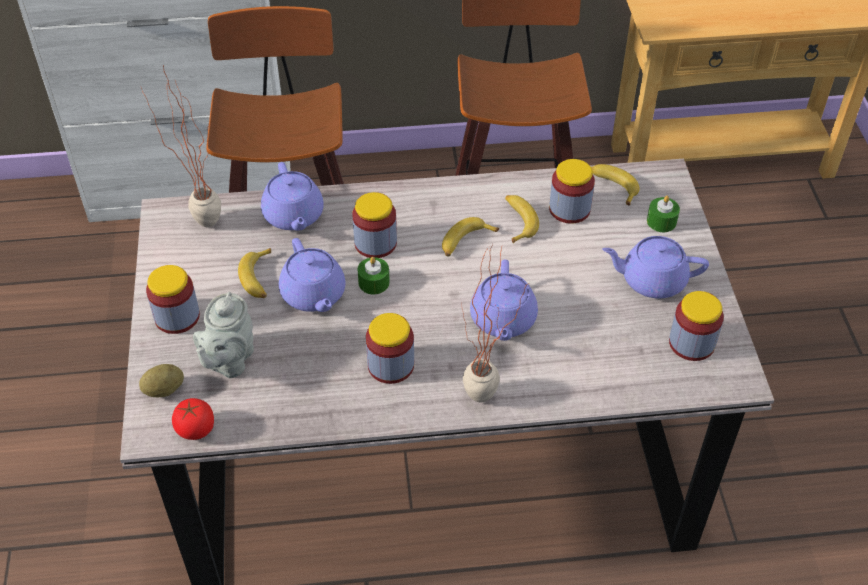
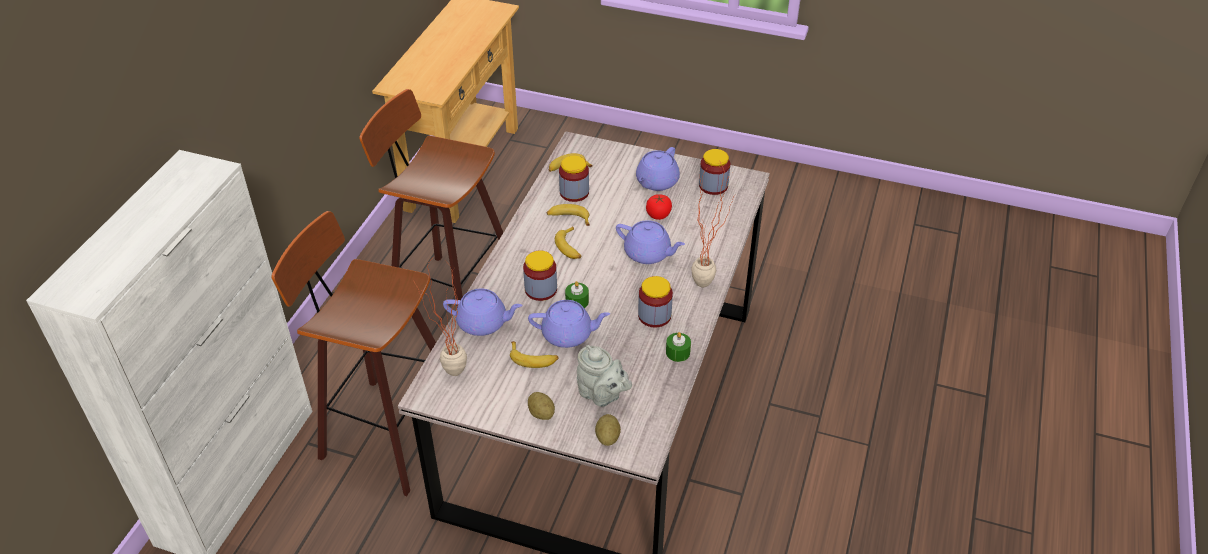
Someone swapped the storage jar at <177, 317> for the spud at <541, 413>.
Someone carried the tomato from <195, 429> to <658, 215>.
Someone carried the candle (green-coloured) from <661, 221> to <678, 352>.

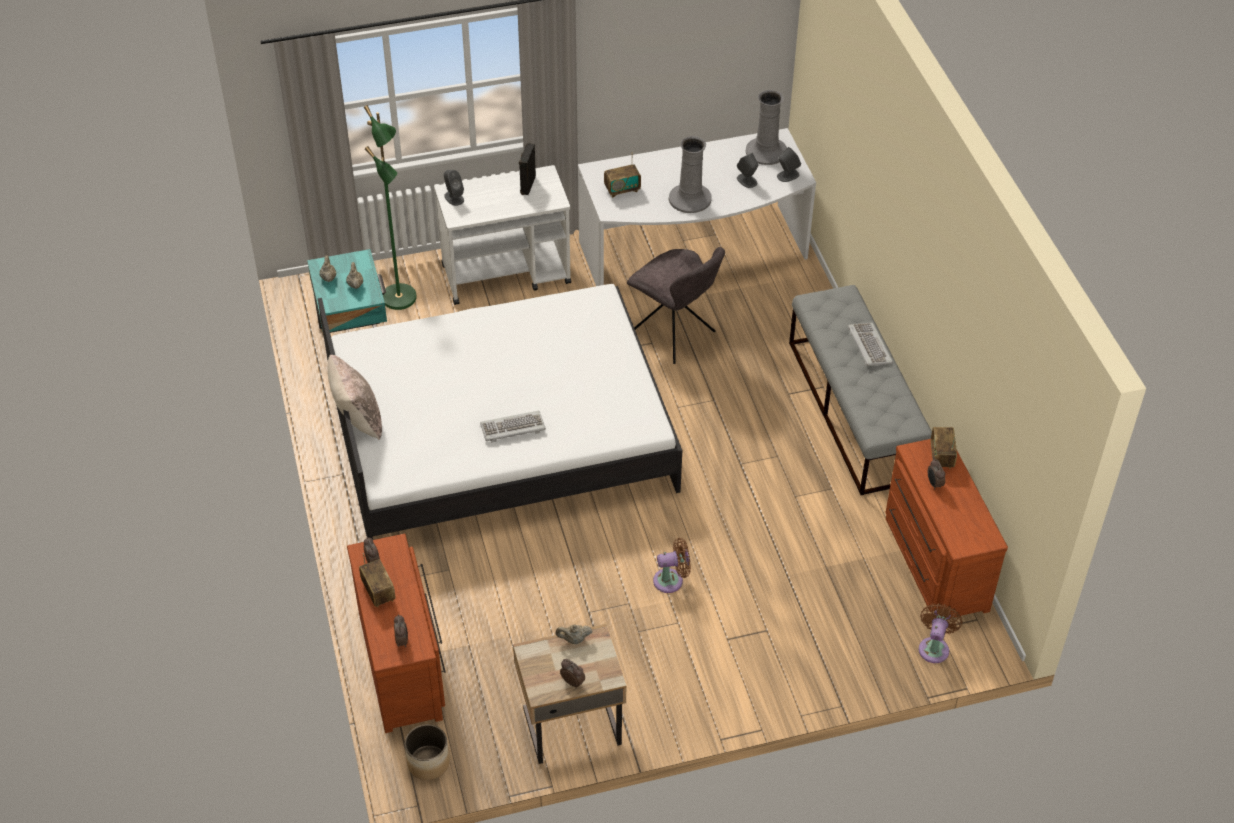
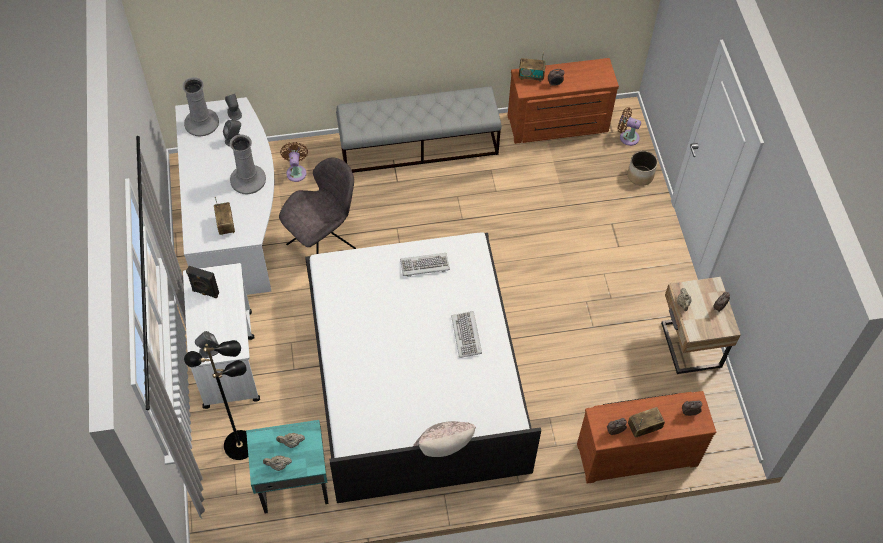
Someone repainted the standard lamp (green-coloured) at <400, 298>, which became the standard lamp (black-coloured) at <240, 444>.
Someone carried the flower pot from <428, 763> to <640, 176>.
Someone carried the cooling fan (brown-coloured) from <671, 580> to <296, 171>.
Someone carried the keyboard from <868, 346> to <424, 266>.

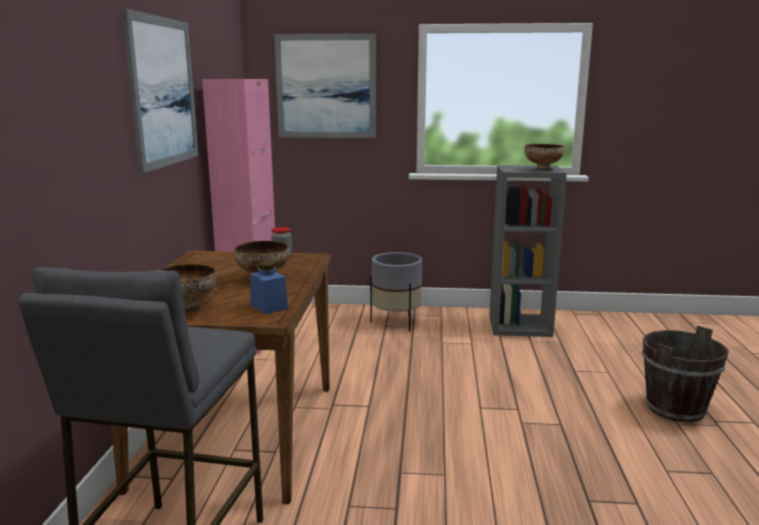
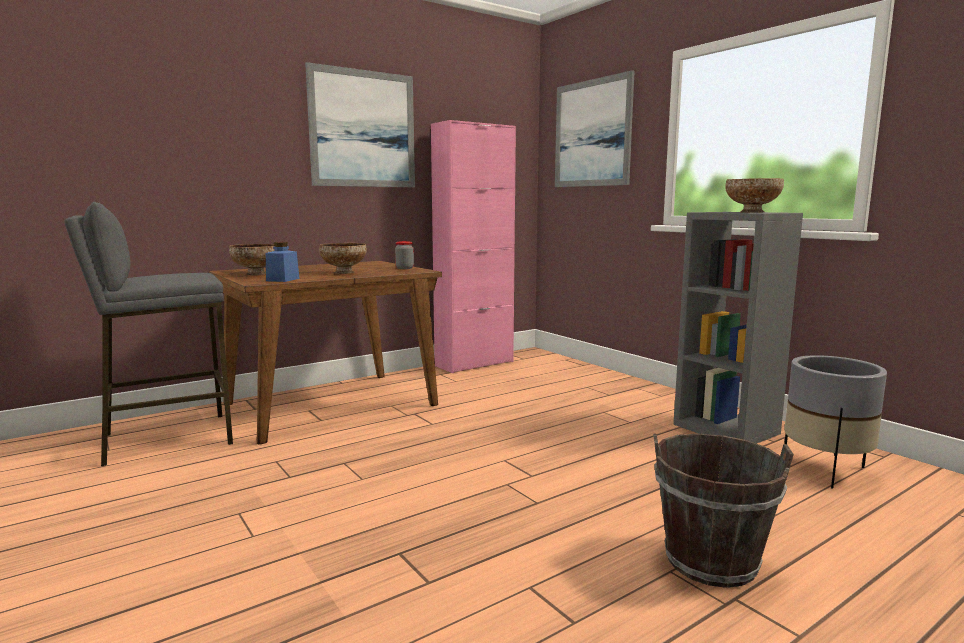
Someone carried the flower pot (greyish) from <396, 322> to <825, 470>.

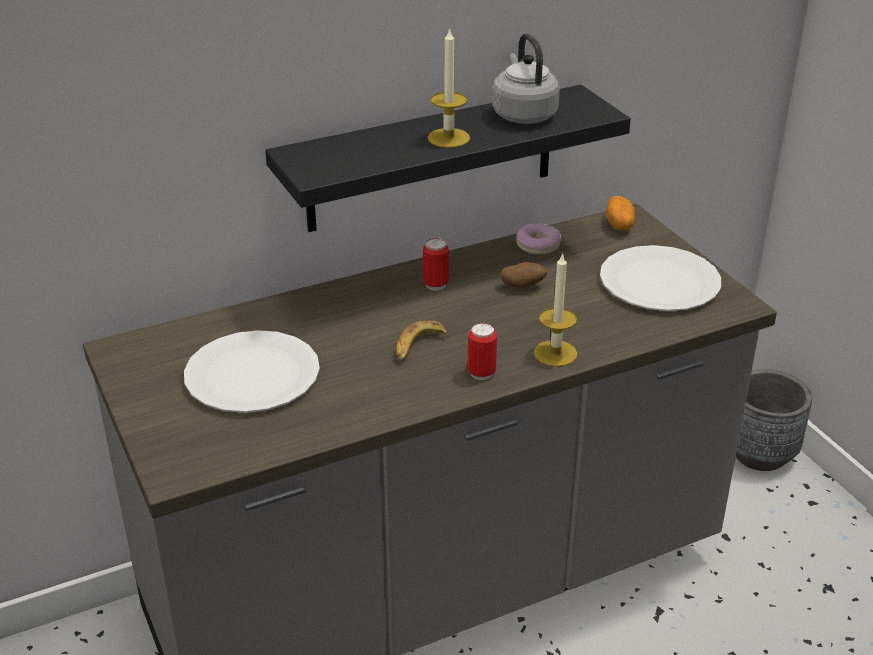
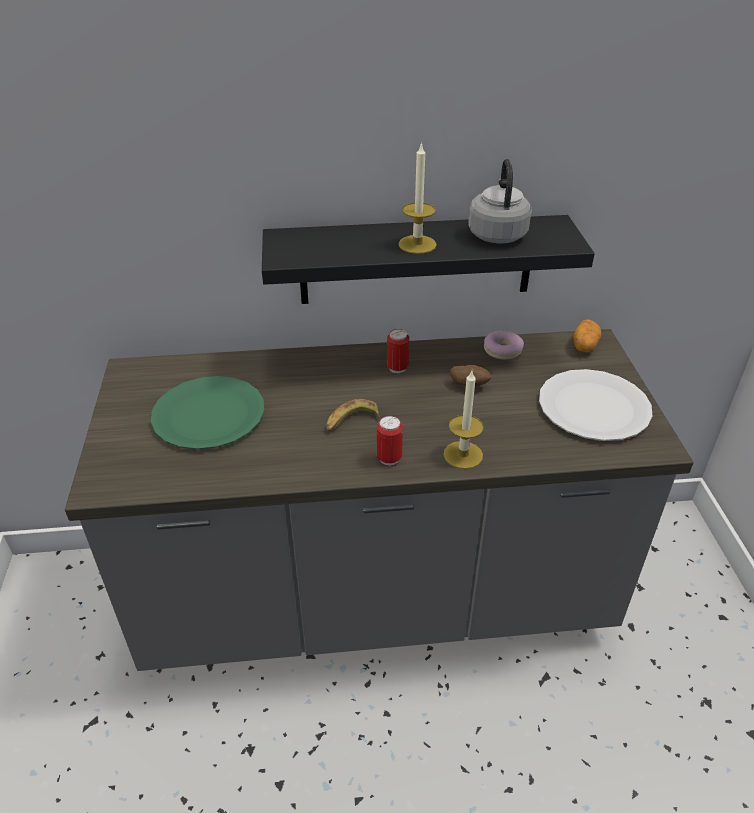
Someone repainted the flat dish (whitish) at <252, 375>, which became the flat dish (green-coloured) at <209, 414>.
Someone took away the flower pot (greyish) at <759, 454>.

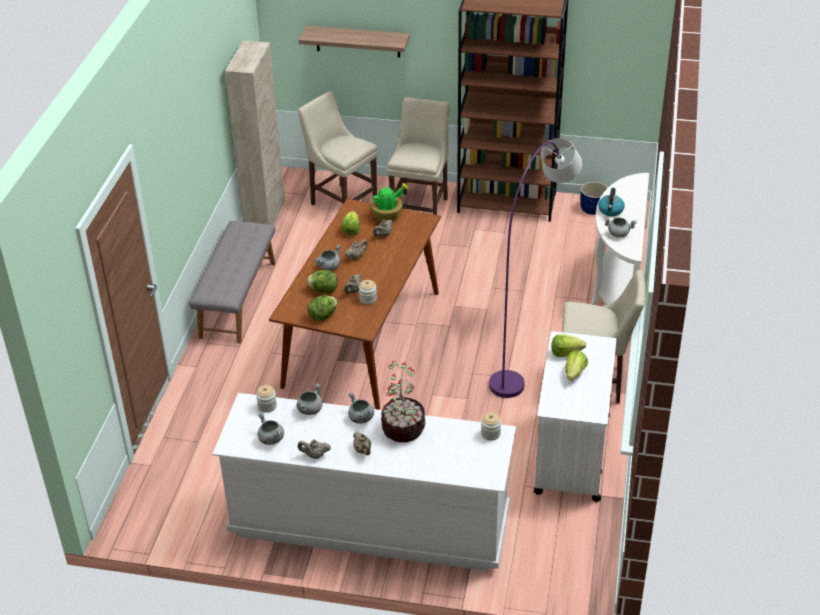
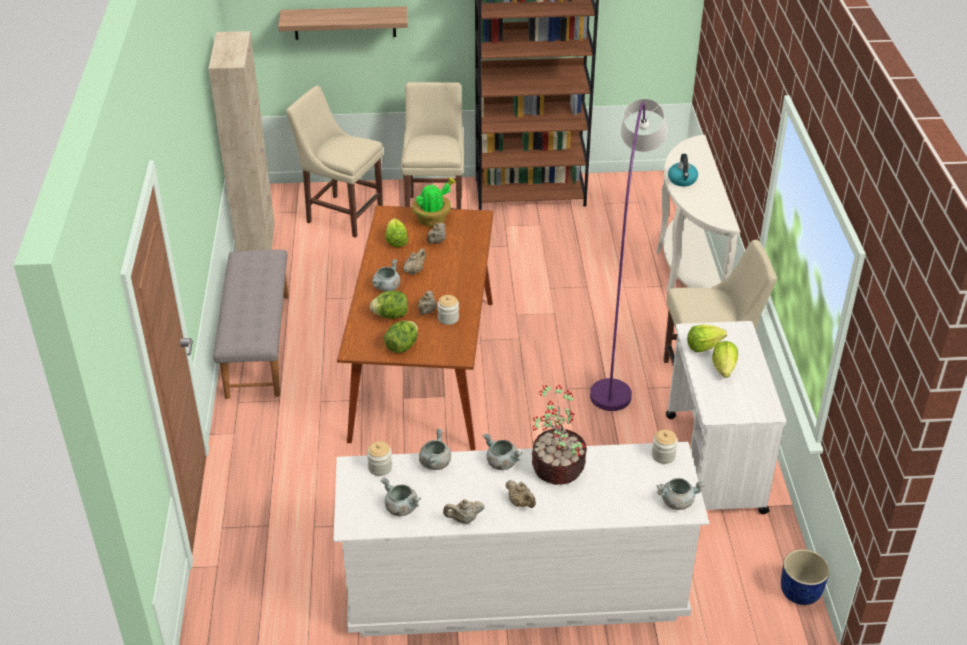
Someone carried the flower pot (blue) from <592, 209> to <799, 592>.
Someone carried the stockpot (greyish) from <618, 234> to <677, 501>.

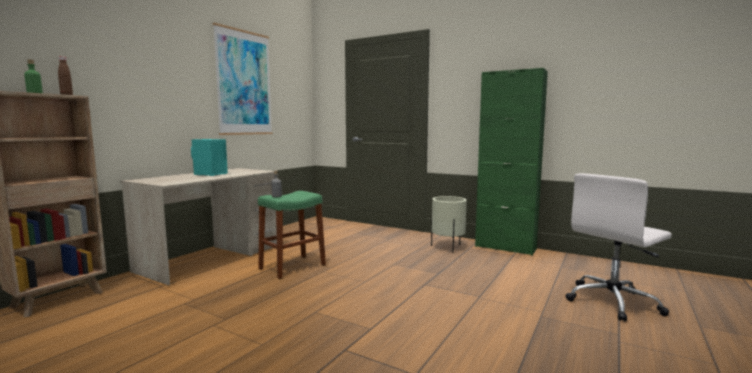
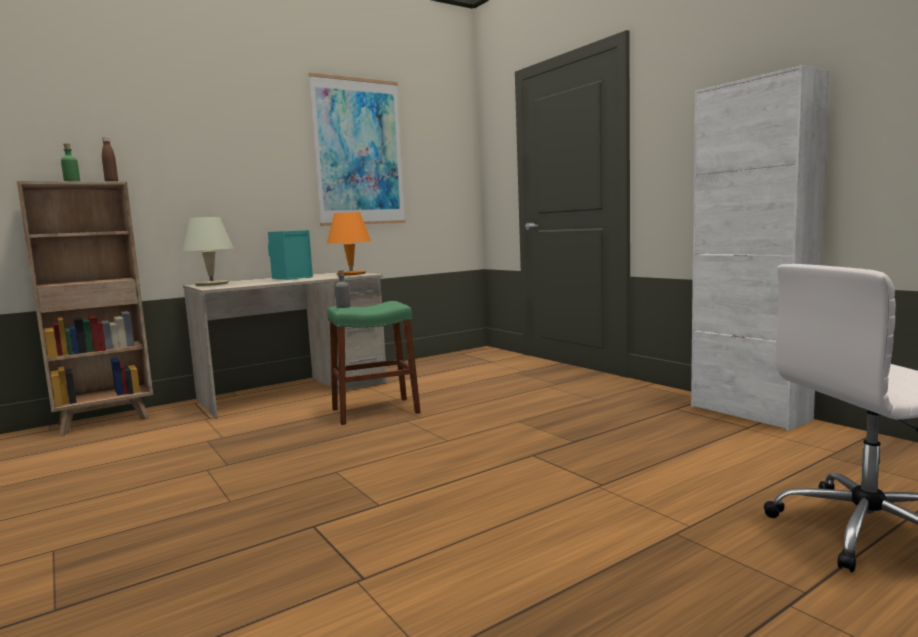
Someone took away the flower pot (sand-coloured) at <448, 247>.
Someone repainted the cupboard (green-coloured) at <505, 247>, which became the cupboard (whitish) at <749, 413>.
Someone put down the tabletop lamp (sand-coloured) at <212, 284>.
Someone put down the tabletop lamp (orange) at <351, 274>.

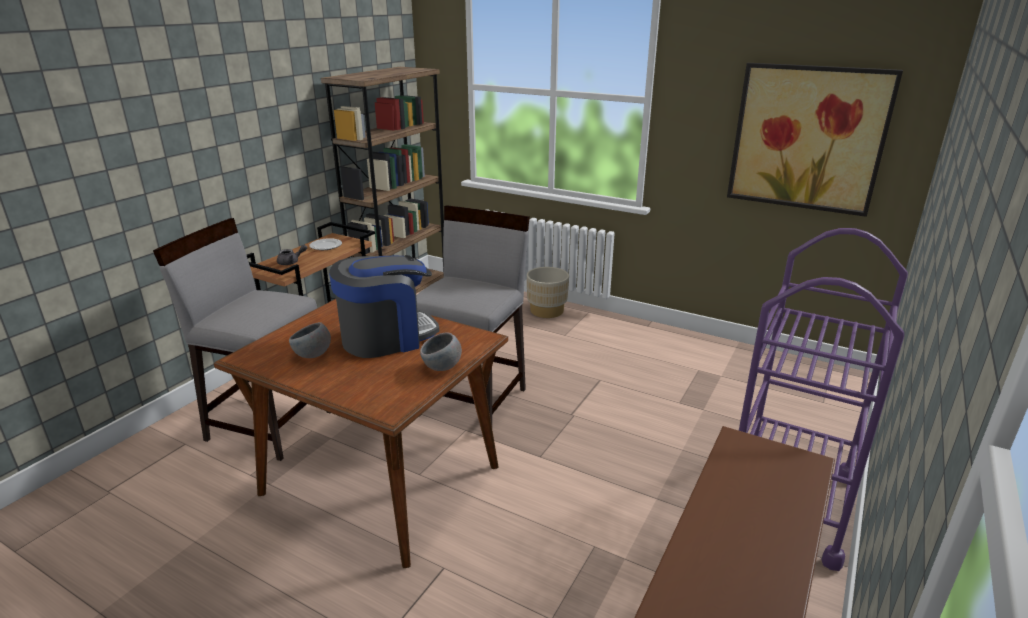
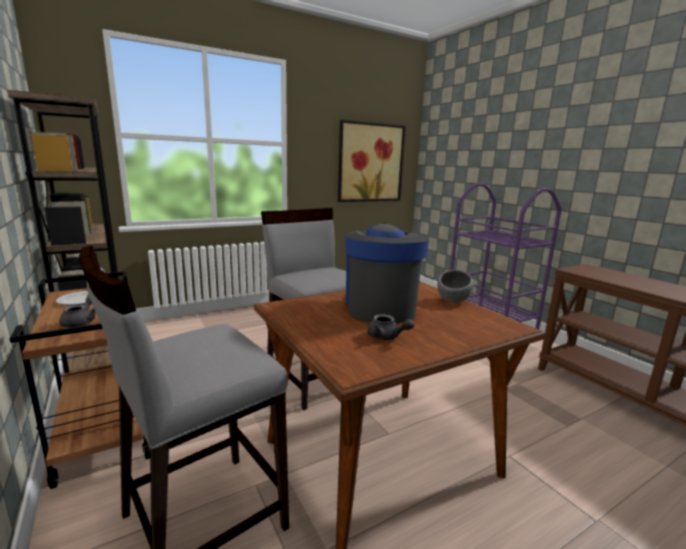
Someone swapped the deep dish (greyish) at <313, 355> for the pot for tea (greyish) at <387, 337>.
Someone took away the flower pot (sand-coloured) at <547, 311>.

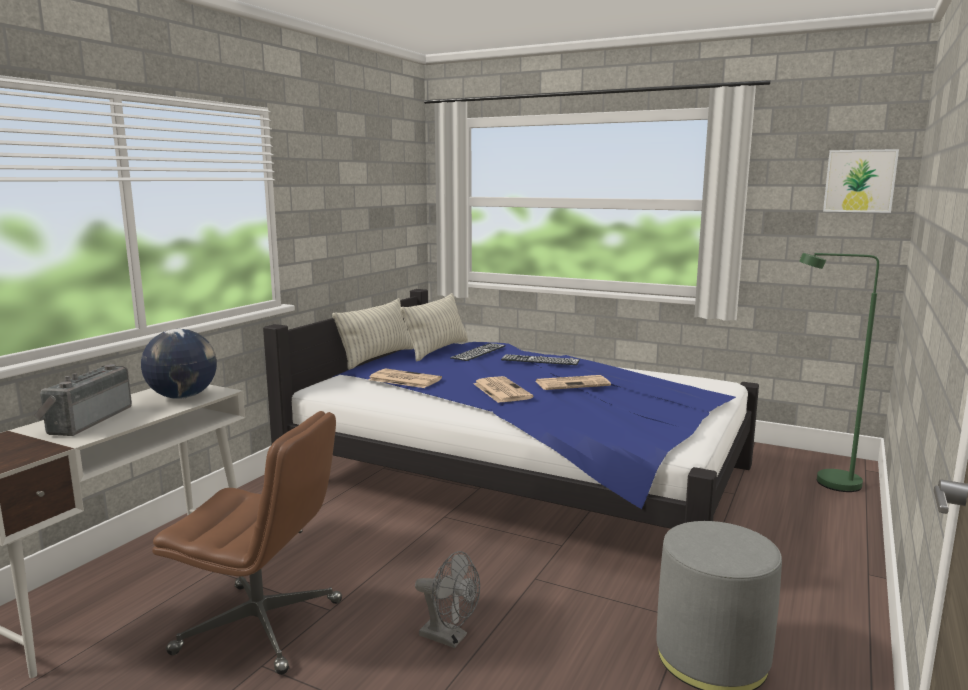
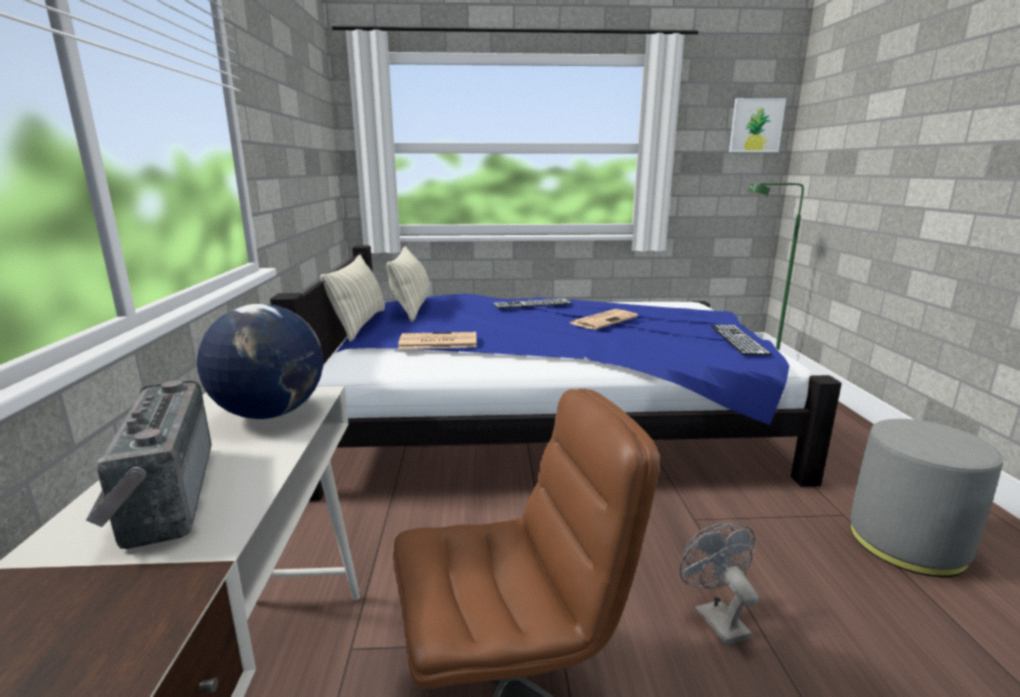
Someone rotated the cooling fan (greyish) at <450, 637> by 105 degrees counterclockwise.
Someone carried the keyboard from <478, 352> to <738, 339>.
Someone took away the printed paper at <501, 390>.

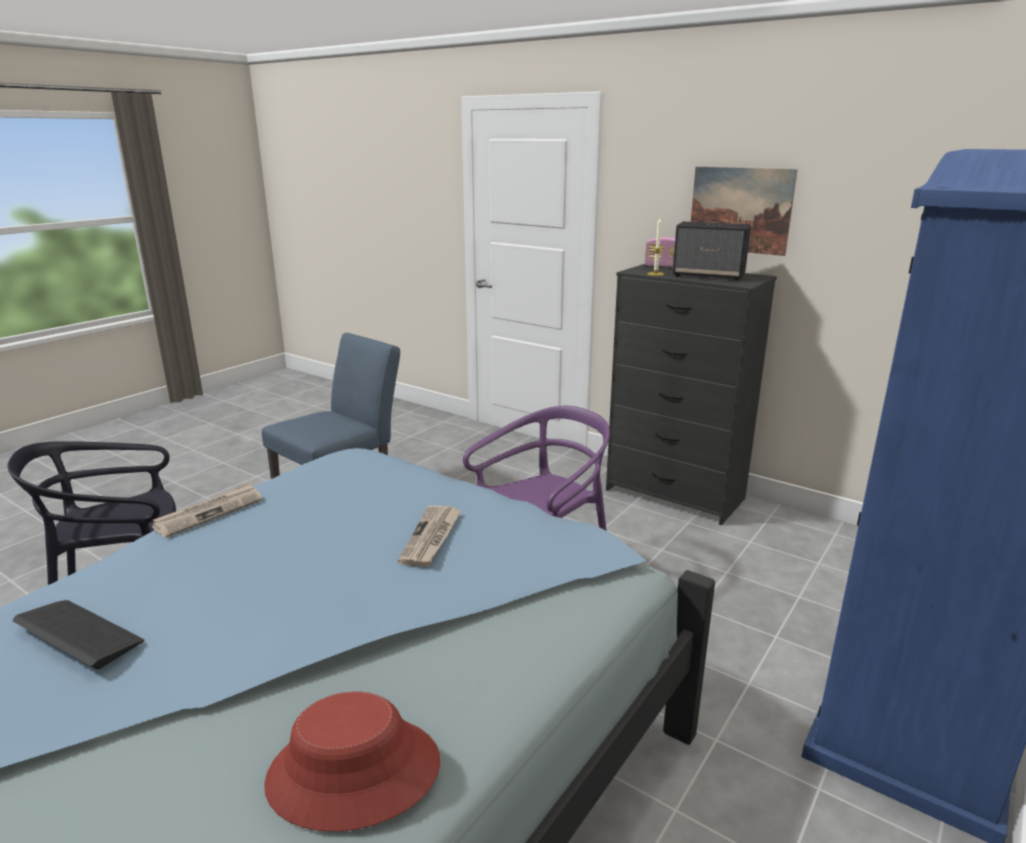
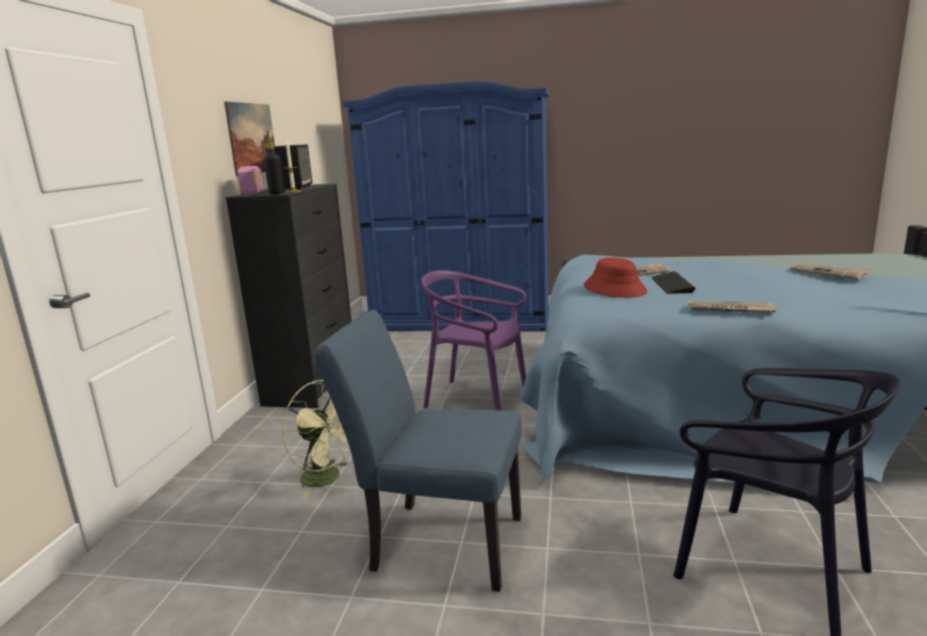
Someone carried the keyboard from <79, 634> to <672, 284>.
Someone carried the wearable hat (red) from <353, 773> to <615, 289>.
Someone put down the bottle (black-coloured) at <276, 193>.
Someone put down the cooling fan (green-coloured) at <328, 479>.
Someone put down the printed paper at <829, 272>.

